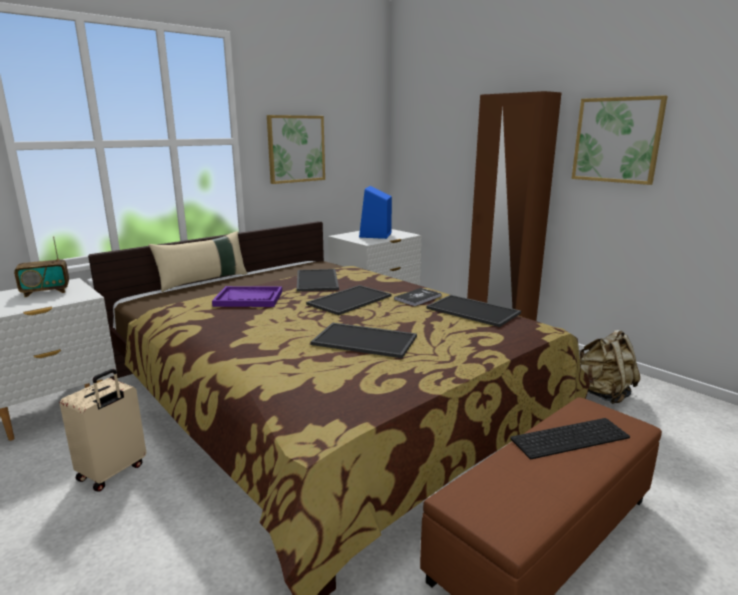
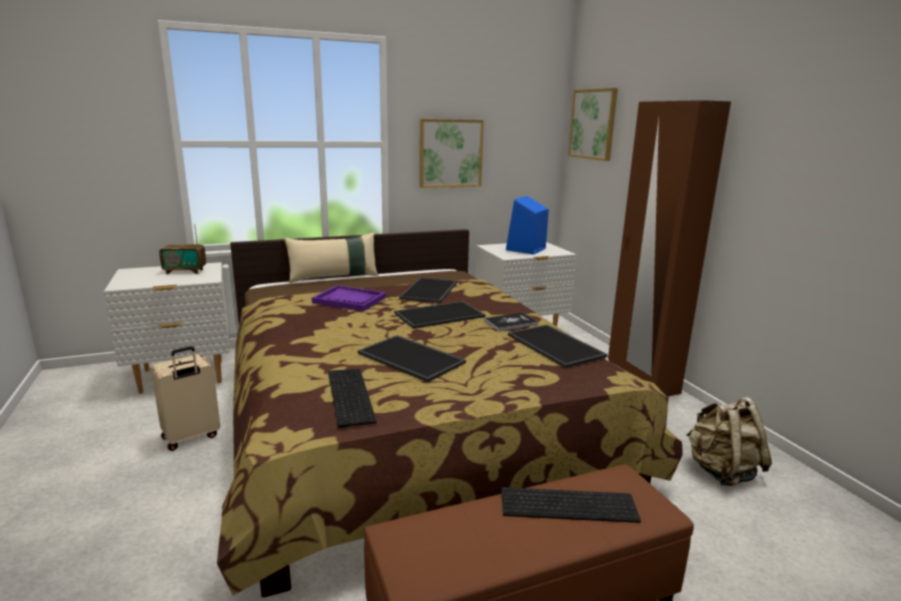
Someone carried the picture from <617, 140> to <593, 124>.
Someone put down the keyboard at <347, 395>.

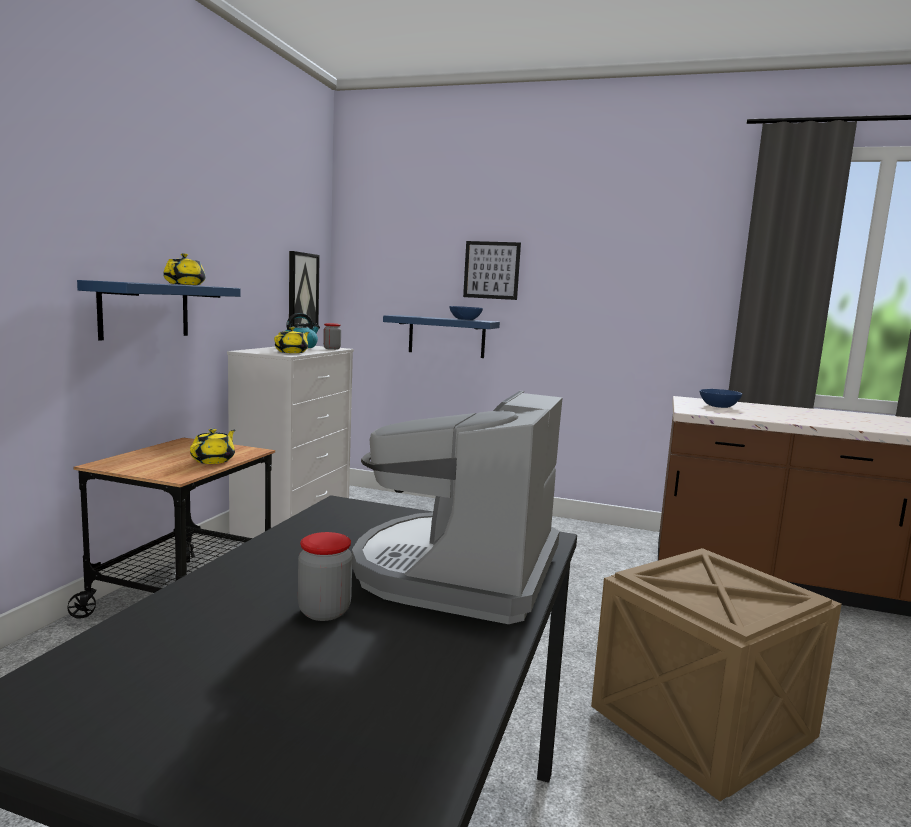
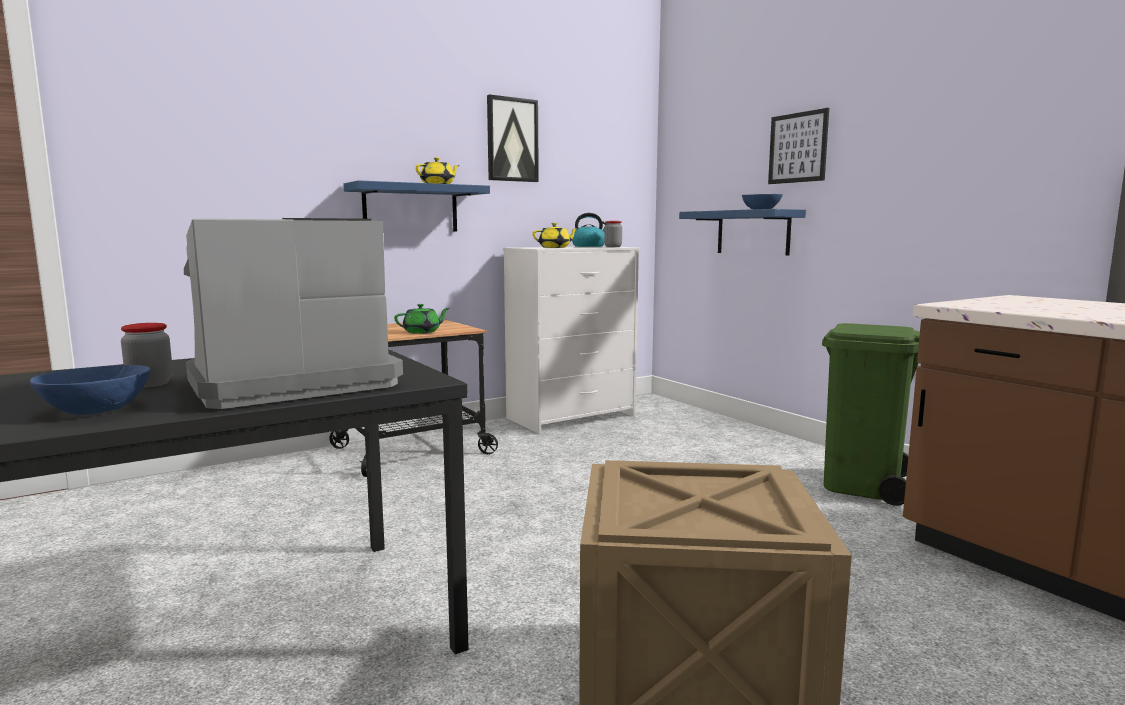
Someone repainted the pot for tea (yellowish) at <214, 460>, which became the pot for tea (green-coloured) at <422, 332>.
Someone carried the picture from <302, 290> to <512, 140>.
Someone carried the deep dish (blue) from <719, 406> to <97, 409>.
Someone put down the waste bin (green-coloured) at <862, 485>.

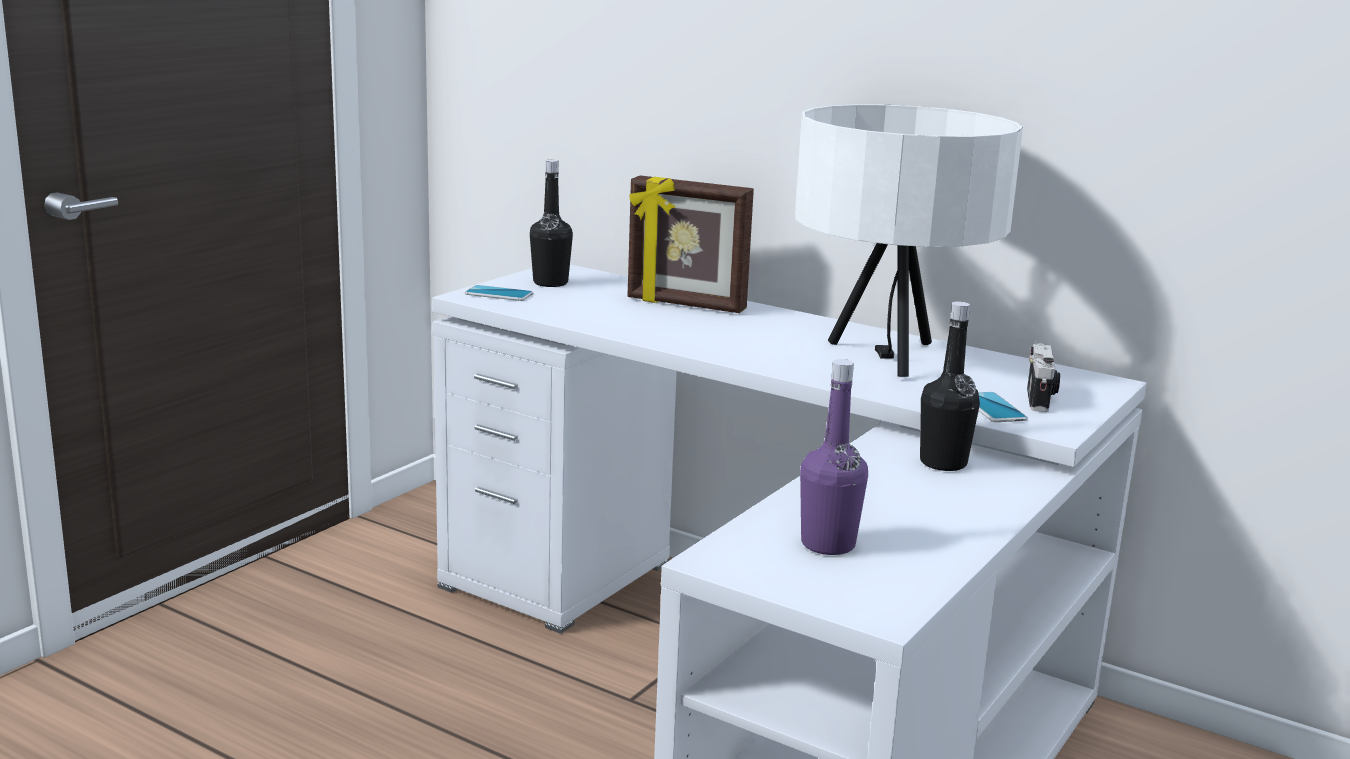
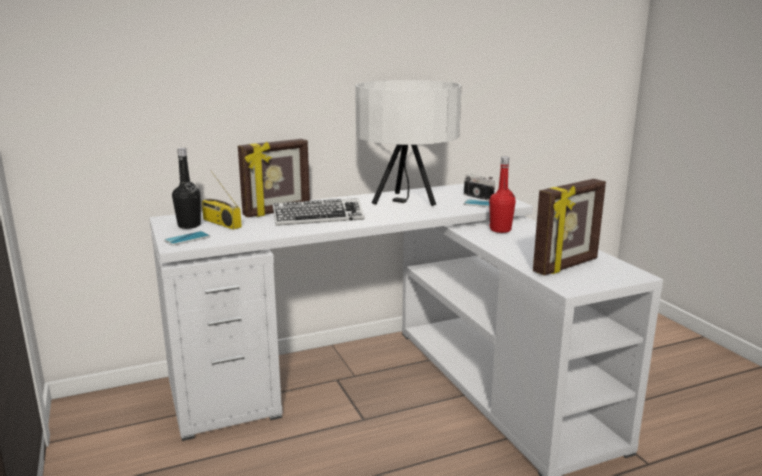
Someone swapped the bottle (purple-coloured) at <828, 544> for the standing frame at <566, 266>.
Someone repainted the bottle (black-coloured) at <943, 463>, which became the bottle (red) at <500, 230>.
Someone put down the radio receiver at <220, 223>.
Someone put down the keyboard at <318, 218>.

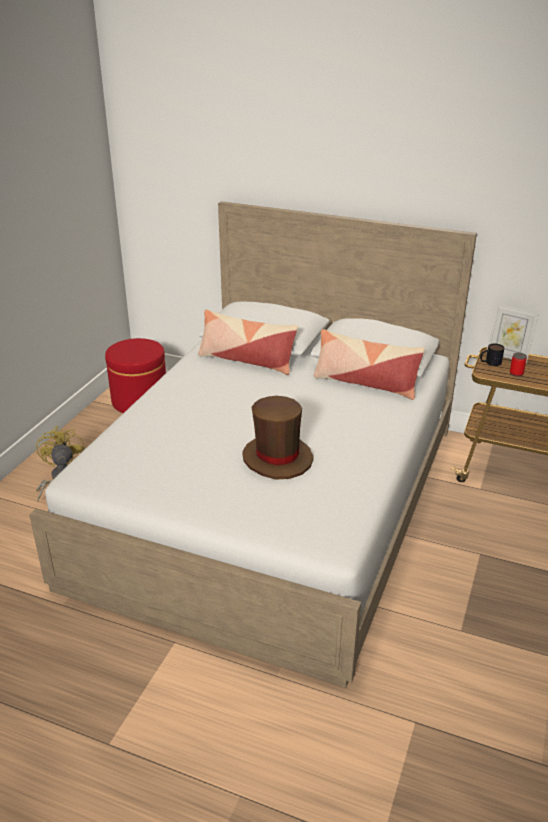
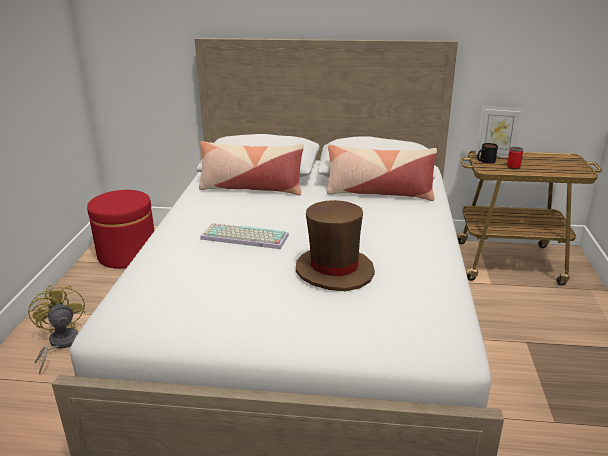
Someone put down the keyboard at <243, 237>.

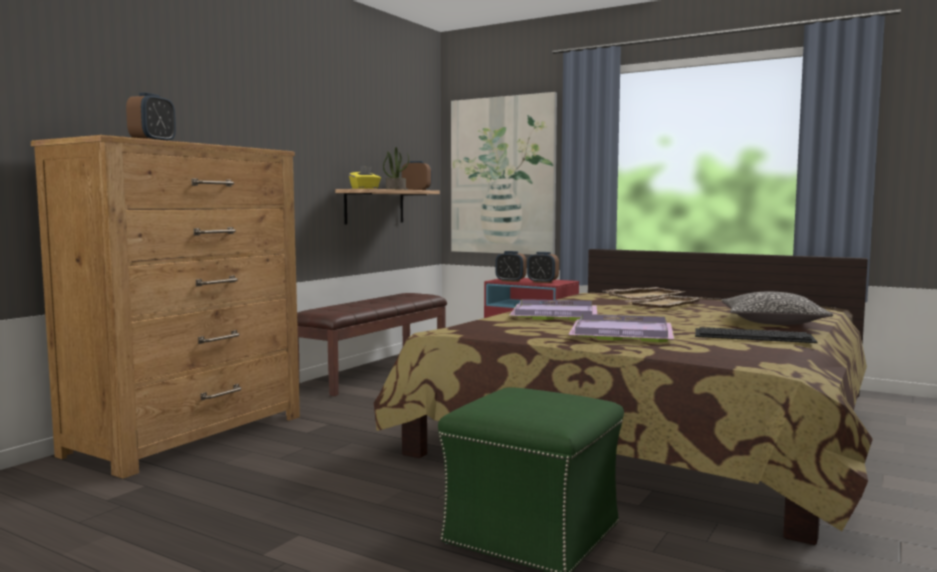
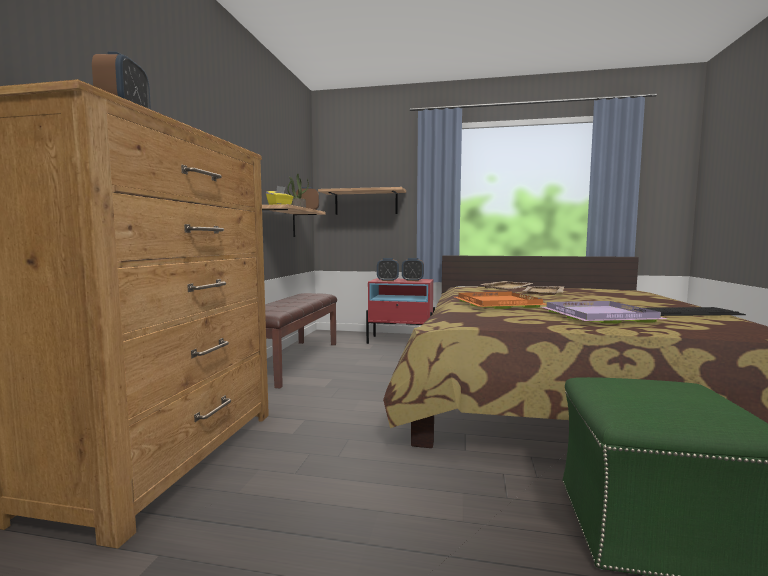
Someone swapped the picture at <502, 176> for the wall shelf at <366, 202>.
Someone repainted the carrying tray (purple-coloured) at <553, 314>, which became the carrying tray (orange) at <496, 303>.
Someone took away the pillow at <772, 322>.

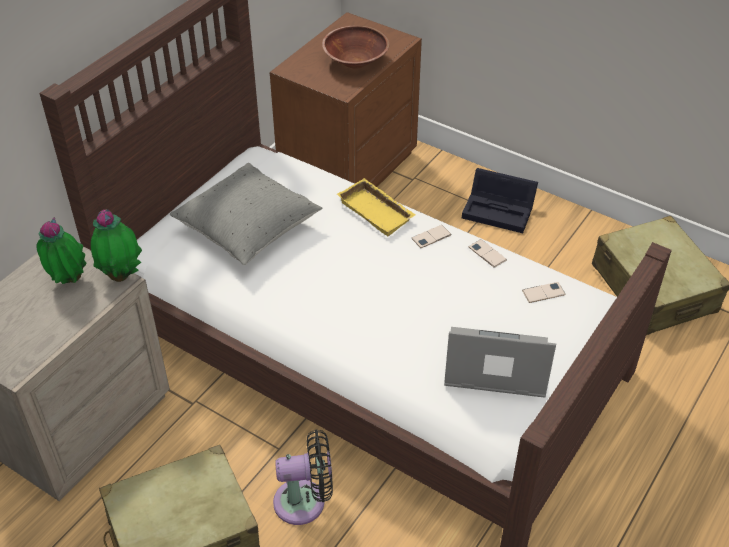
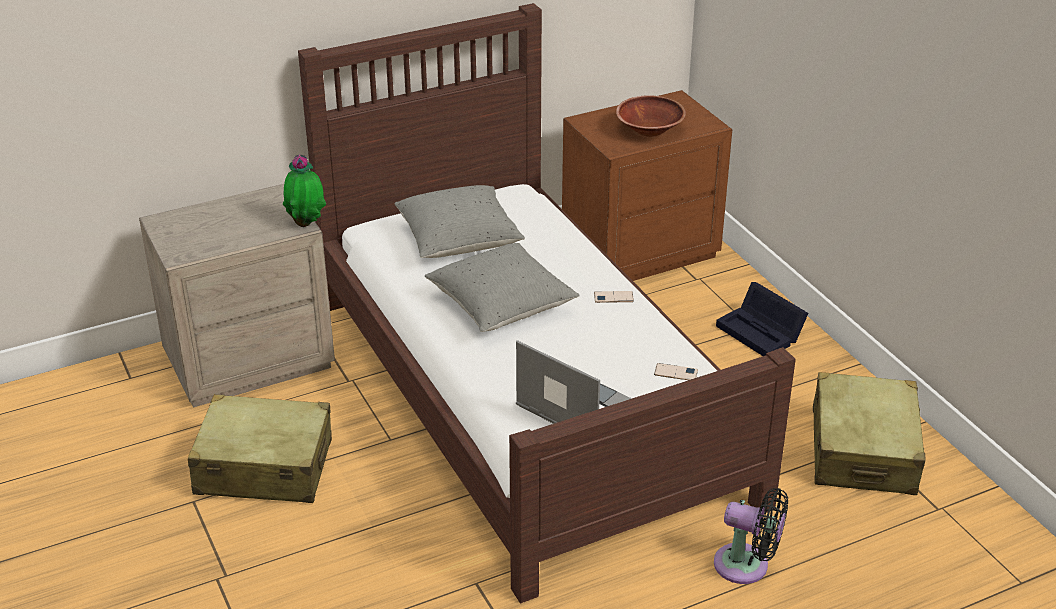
Someone took away the houseplant at <68, 281>.
Someone carried the cooling fan (black-coloured) from <305, 501> to <747, 566>.
Someone took away the carrying tray (yellowish) at <378, 211>.
Someone took away the handset at <487, 253>.
Someone put down the pillow (greyish) at <501, 306>.

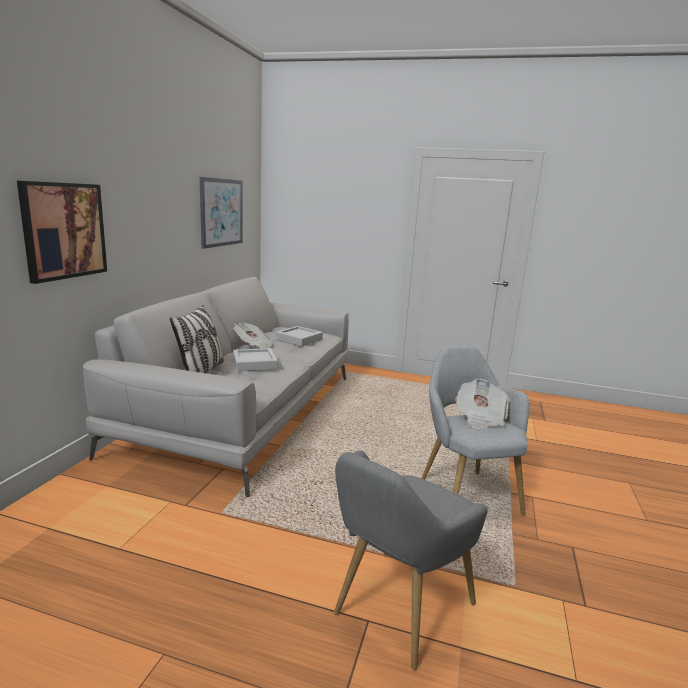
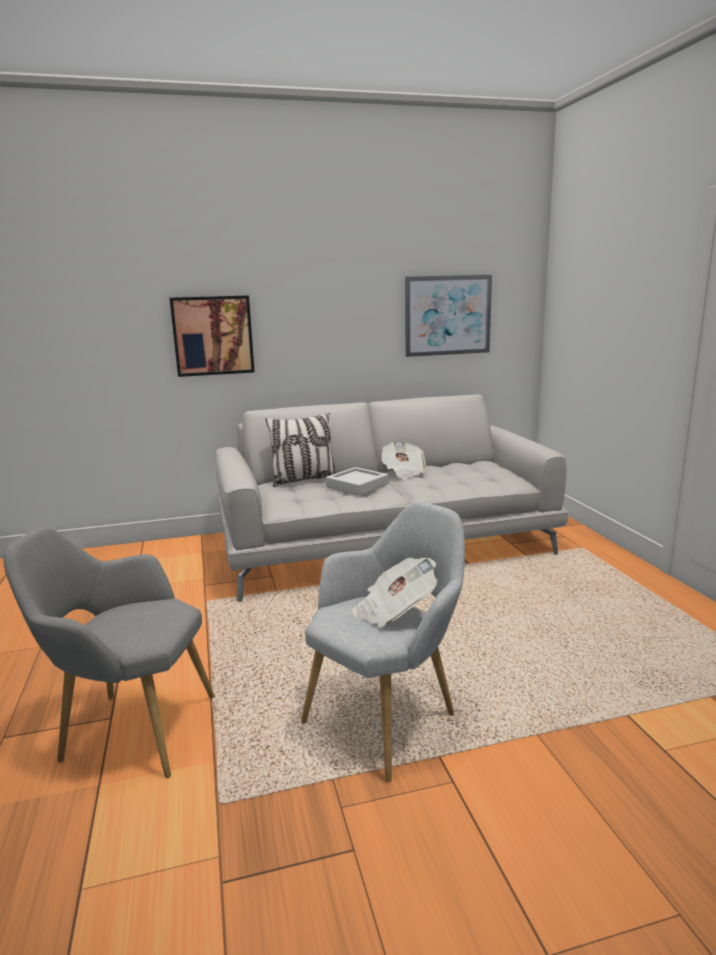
Someone took away the carrying tray (greyish) at <299, 339>.

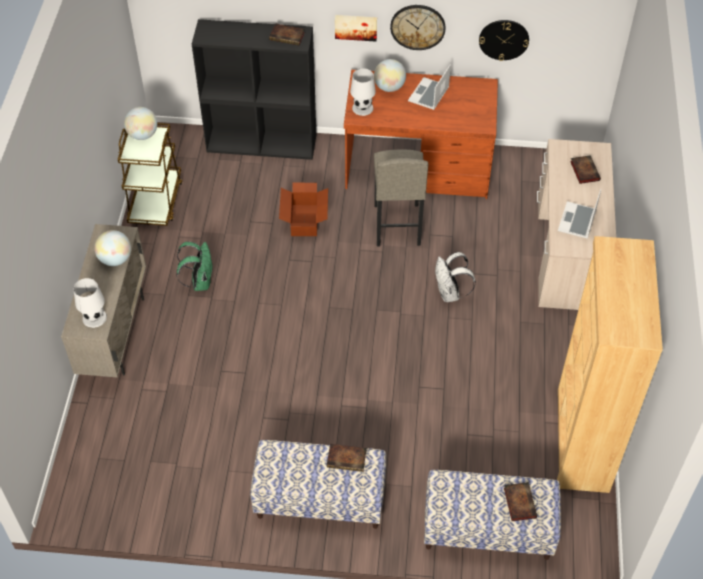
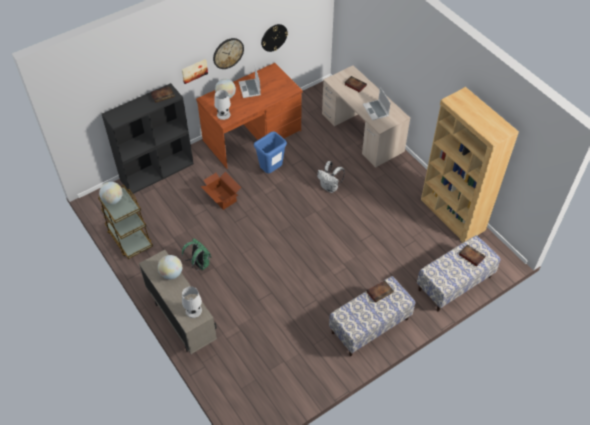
Someone swapped the sitting stool (greyish) at <396, 225> for the waste bin (blue) at <271, 170>.

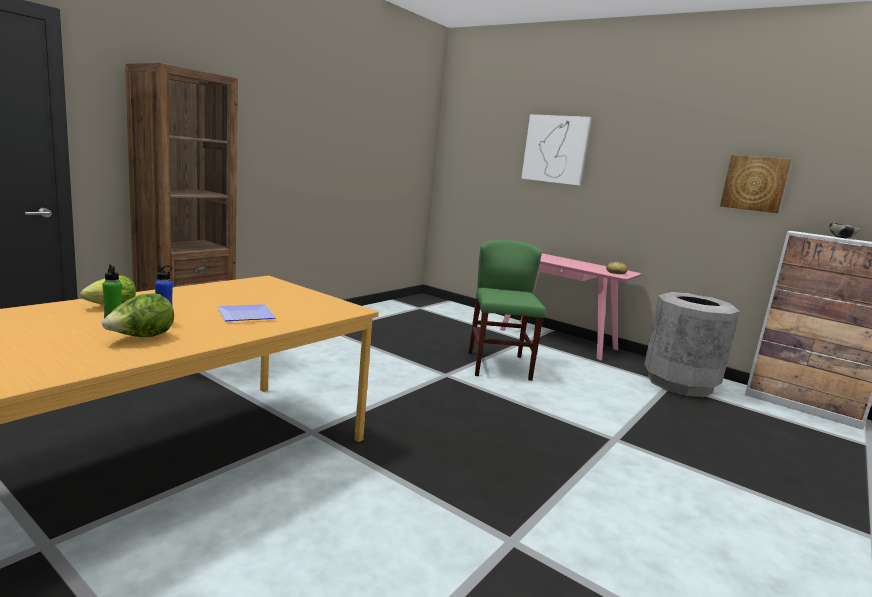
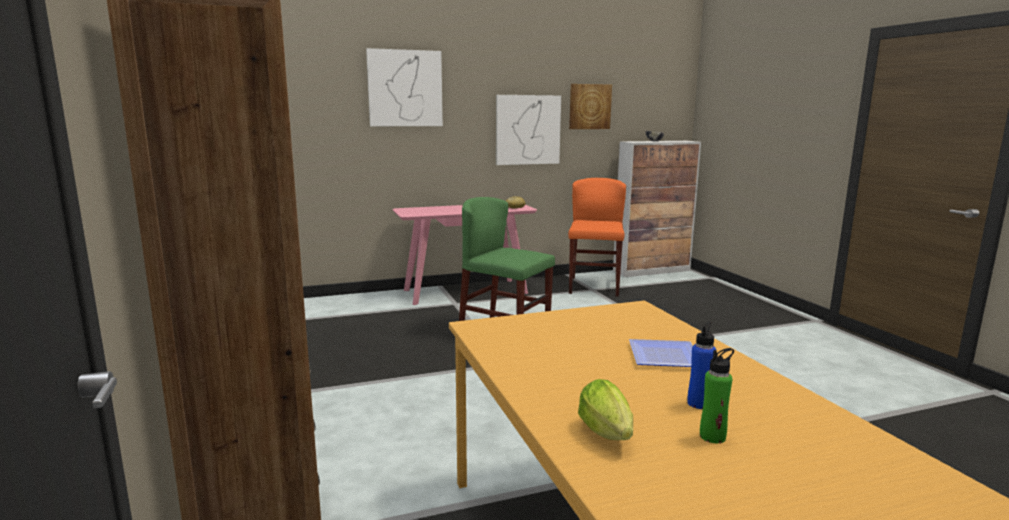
Someone took away the head of lettuce at <141, 338>.
Someone swapped the waste bin (greyish) at <679, 384> for the plain chair (orange) at <594, 287>.
Someone put up the picture at <527, 130>.

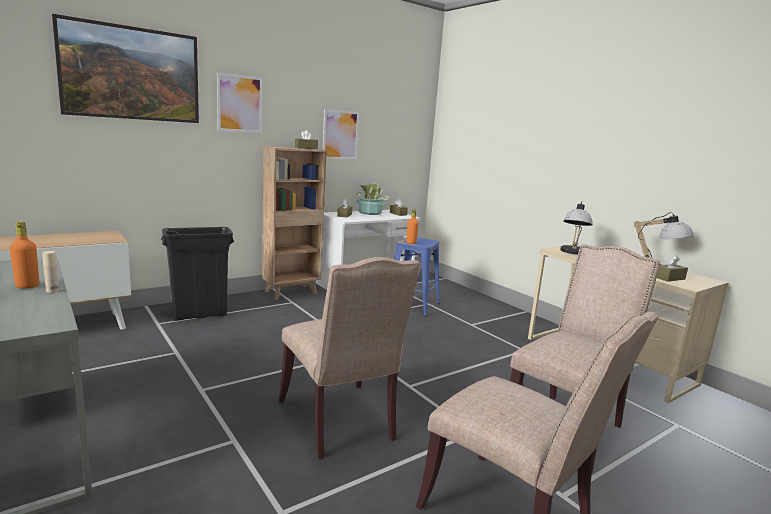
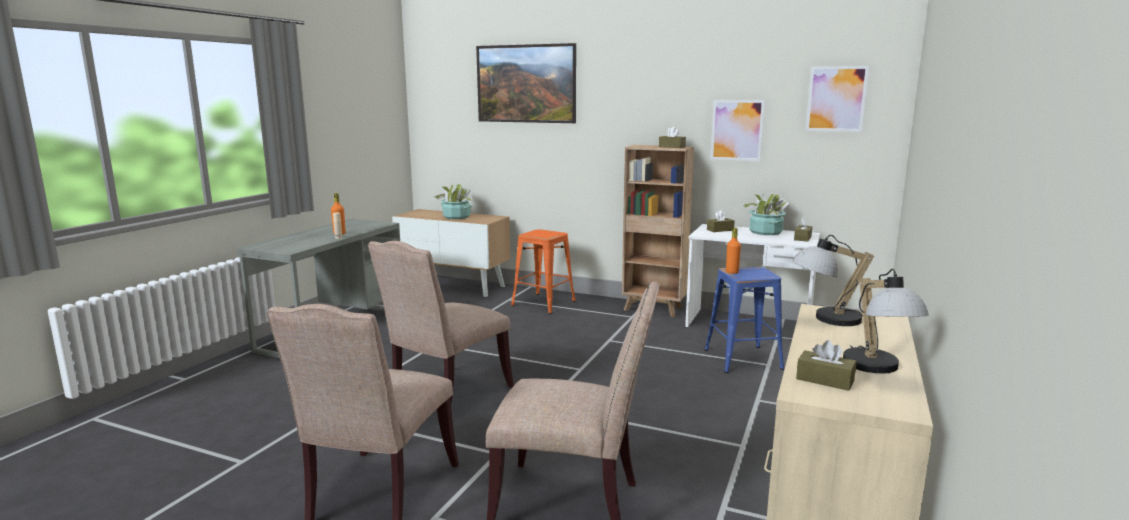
Someone swapped the waste bin (black-coloured) at <200, 315> for the sitting stool (orange) at <544, 303>.
Someone carried the picture from <240, 103> to <836, 99>.
Someone put down the houseplant at <456, 217>.

